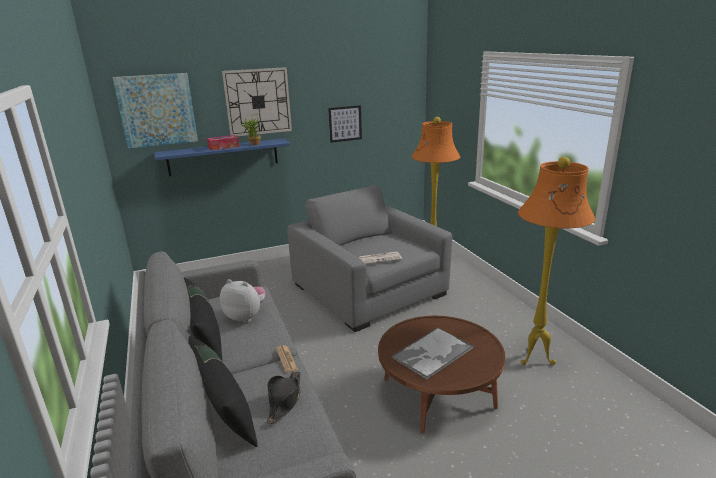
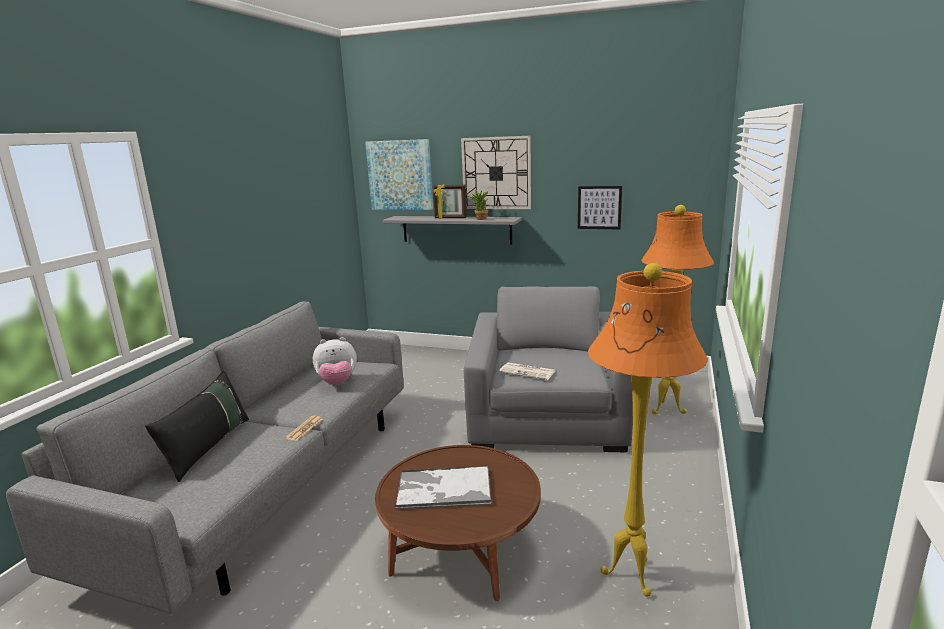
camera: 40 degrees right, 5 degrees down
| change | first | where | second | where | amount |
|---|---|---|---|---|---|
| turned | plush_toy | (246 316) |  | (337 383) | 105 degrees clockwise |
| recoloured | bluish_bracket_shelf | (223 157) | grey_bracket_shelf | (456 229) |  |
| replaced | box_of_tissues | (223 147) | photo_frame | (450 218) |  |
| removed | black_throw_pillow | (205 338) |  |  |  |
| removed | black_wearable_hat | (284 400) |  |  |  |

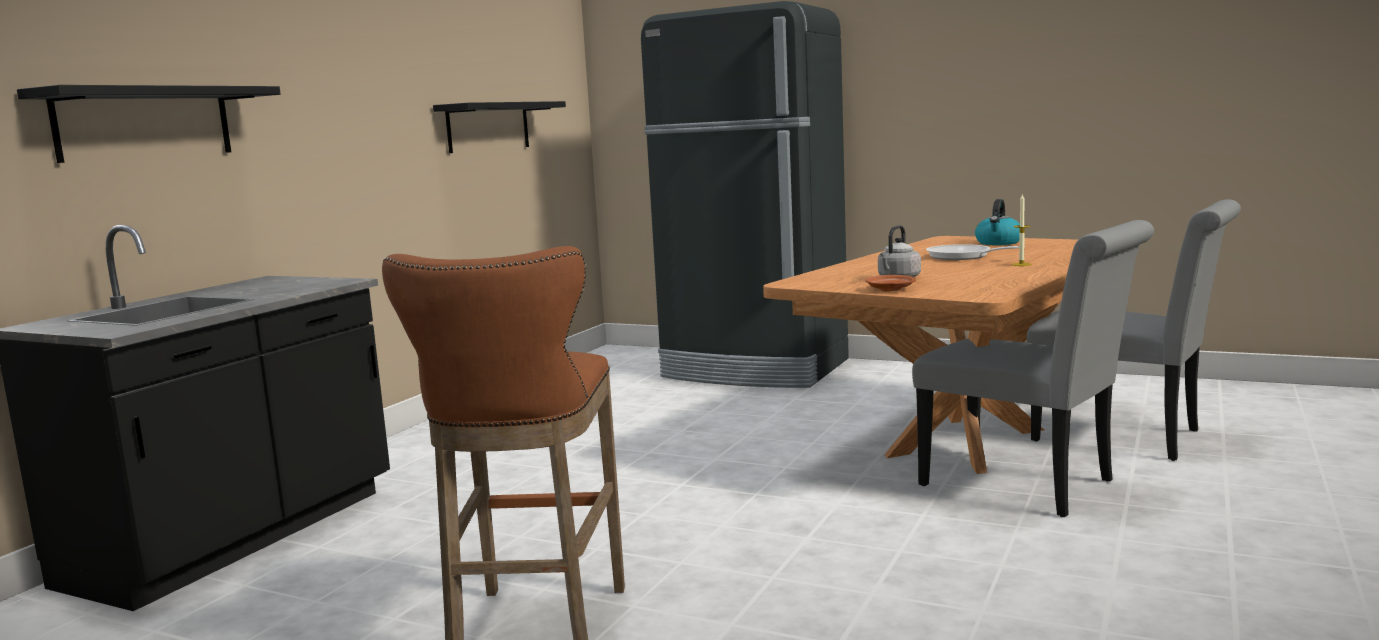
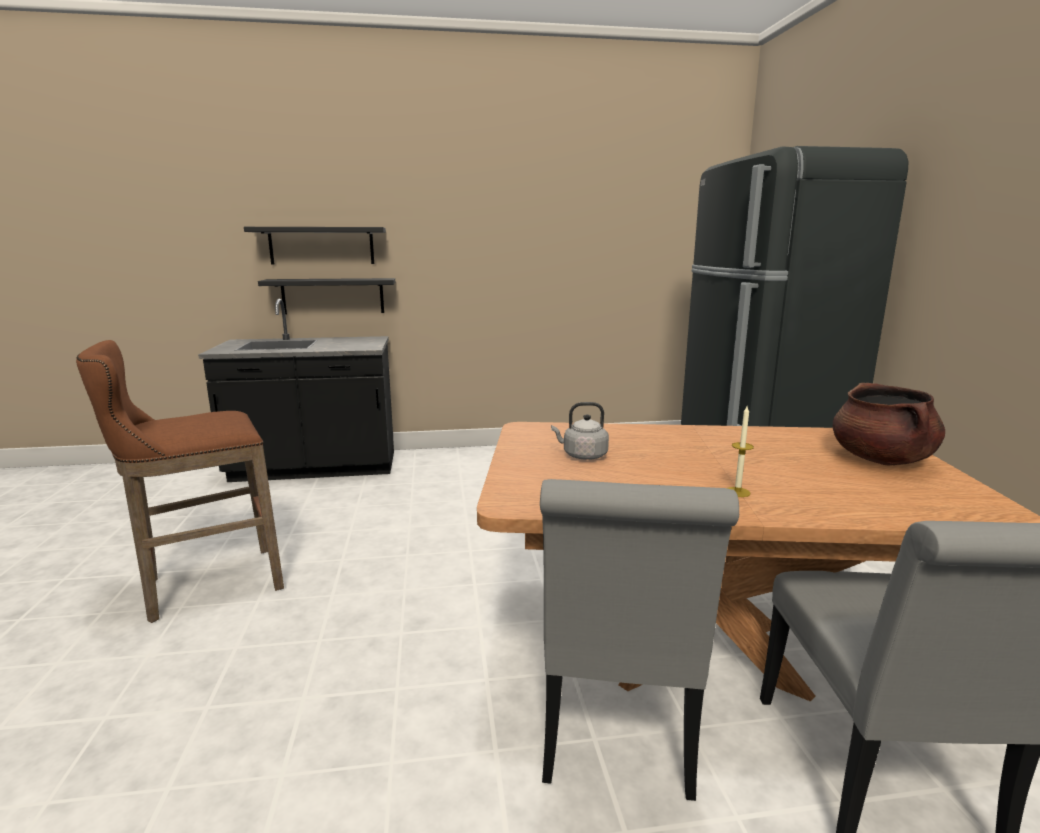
camera: 55 degrees right, 5 degrees up
| change | first | where | second | where | amount |
|---|---|---|---|---|---|
| moved | black_bracket_shelf | (488 127) |  | (333 296) |  |
| replaced | kettle | (998 243) | brown_stockpot | (881 460) |  |
| removed | brown_plate | (890 289) |  |  |  |
| removed | pan | (963 257) |  |  |  |

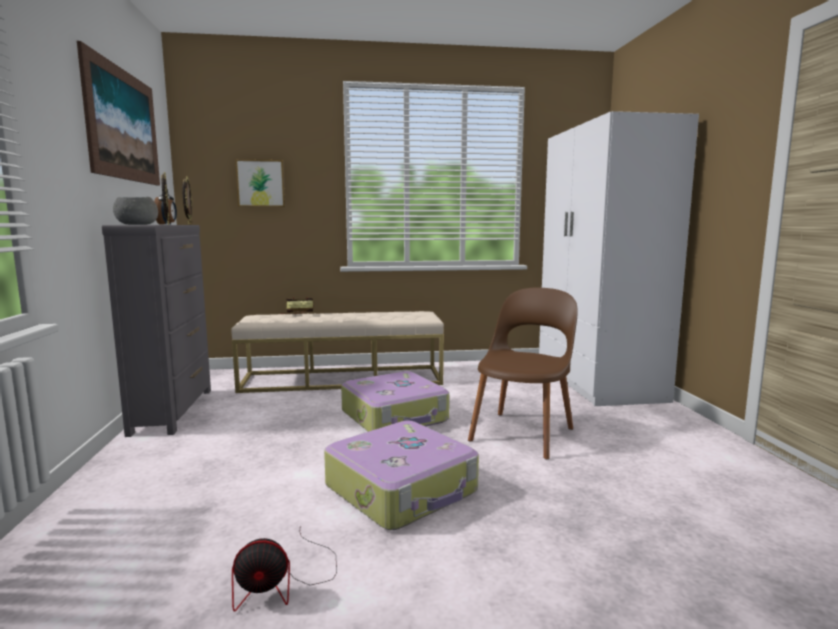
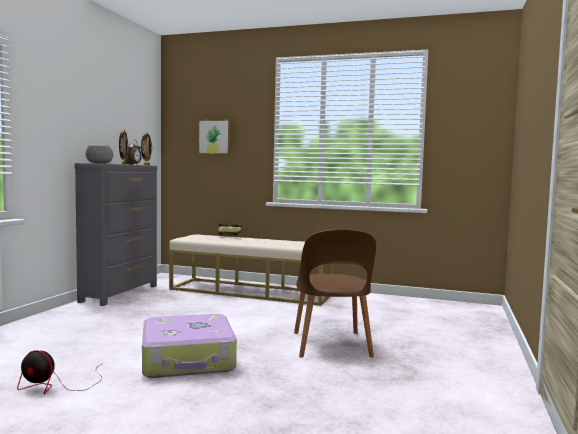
camera: 25 degrees right, 5 degrees down
| change | first | where | second | where | amount |
|---|---|---|---|---|---|
| turned | brown_upright_chair | (523 432) |  | (331 346) | 120 degrees clockwise |
| removed | wall_picture | (123 125) |  |  |  |
| removed | travel_case | (395 417) |  |  |  |
| removed | white_clothes_cupboard | (597 382) |  |  |  |

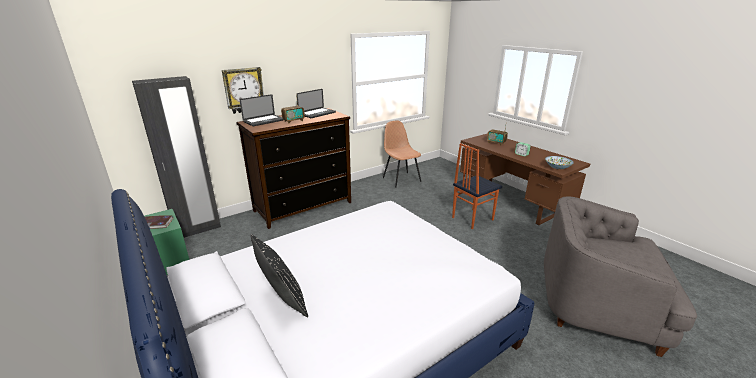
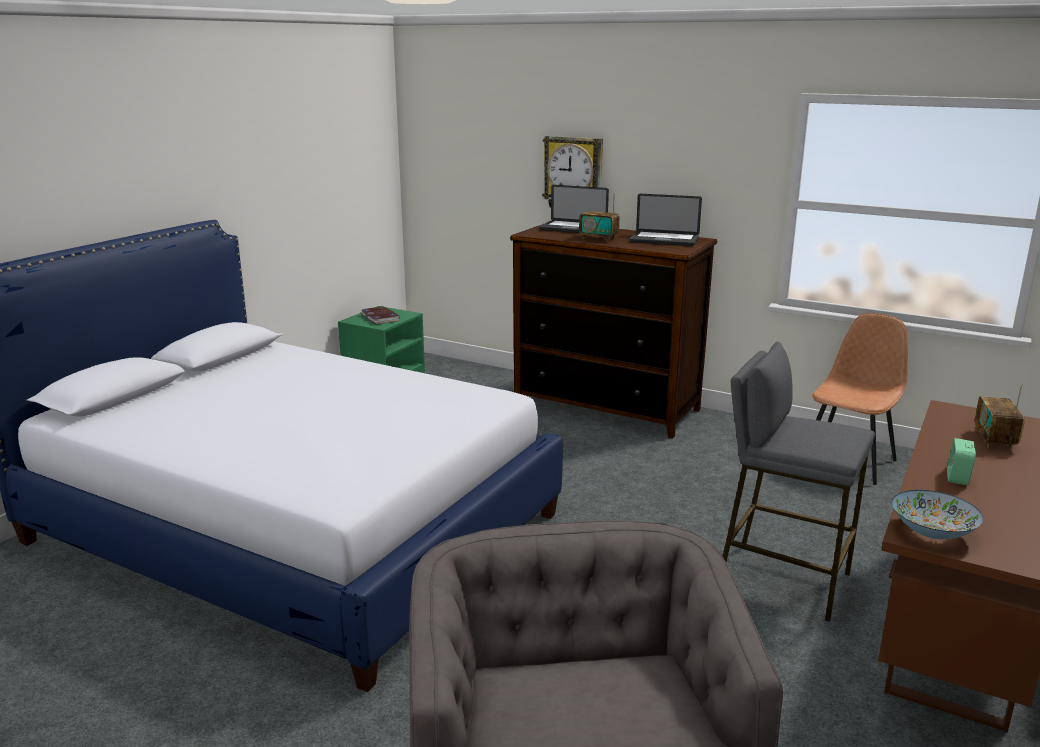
camera: 65 degrees right, 5 degrees down
| change | first | where | second | where | amount |
|---|---|---|---|---|---|
| replaced | upright_chair | (471 218) | grey_stool_seat | (782 579) |  |
| removed | black_clothes_cupboard | (197 230) |  |  |  |
| removed | black_throw_pillow | (282 300) |  |  |  |

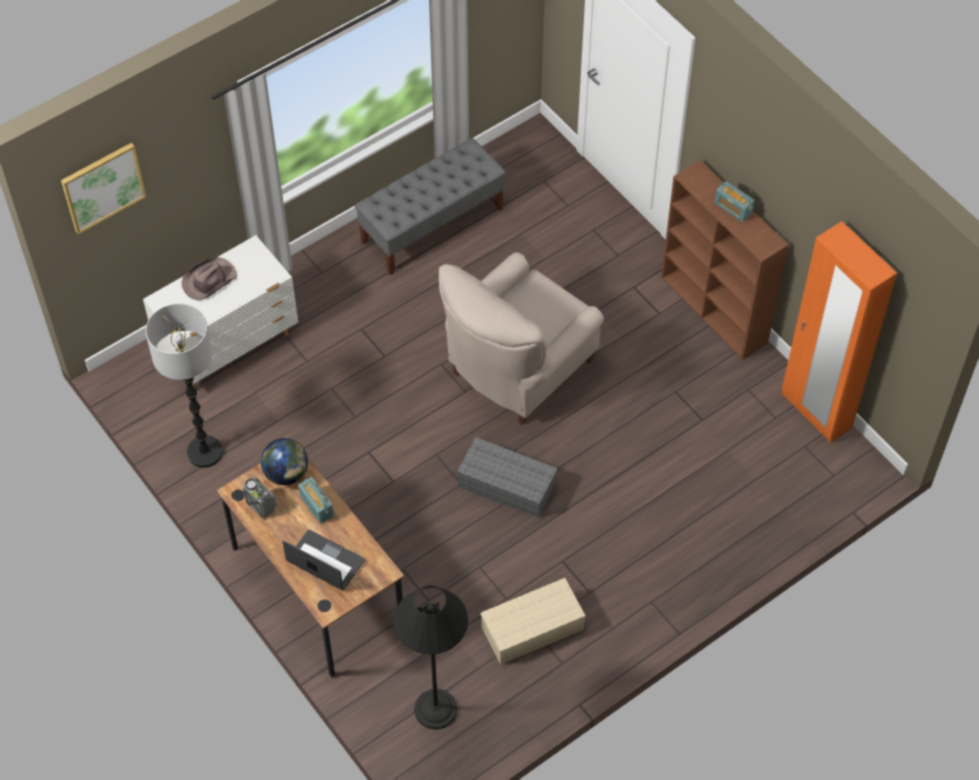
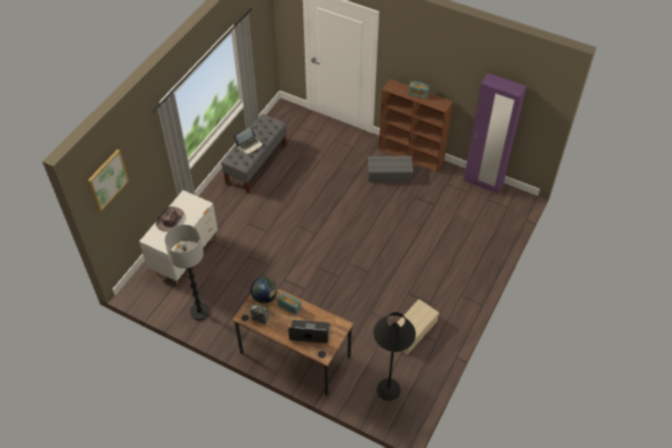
camera: 25 degrees left, 5 degrees down
| change | first | where | second | where | amount |
|---|---|---|---|---|---|
| added |  |  | portable_computer | (250 145) |  |
| moved | grey_storage_container | (505 485) |  | (389 174) |  |
| recoloured | orangey_clothes_cupboard | (815 411) | purple_clothes_cupboard | (483 182) |  |
| removed | beige_easy_chair | (517 370) |  |  |  |

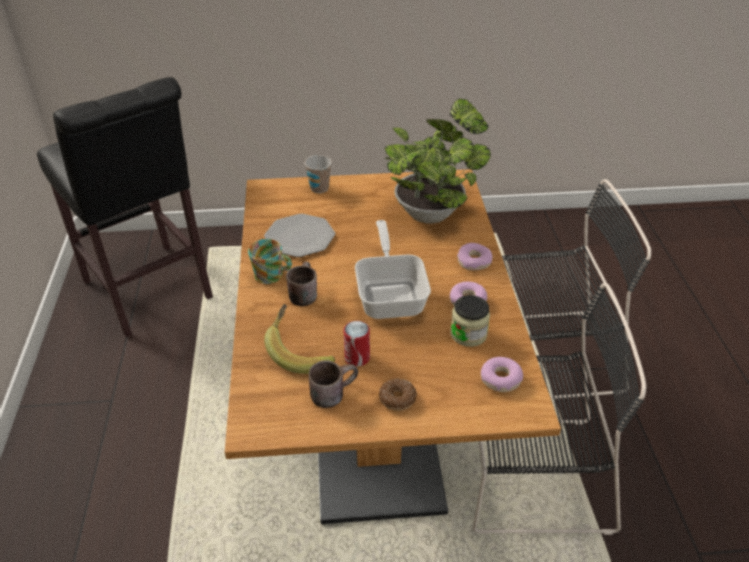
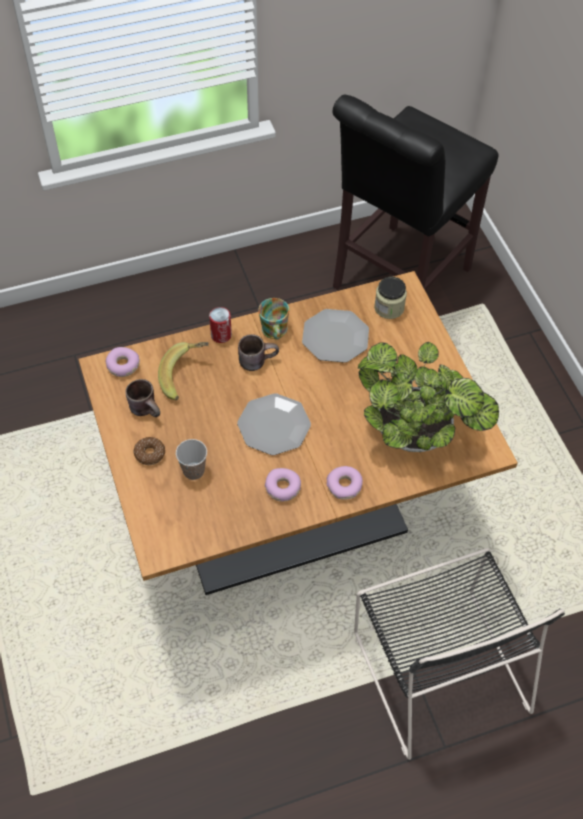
camera: 75 degrees right, 15 degrees up
| change | first | where | second | where | amount |
|---|---|---|---|---|---|
| moved | ring_doughnut | (500 379) |  | (123 366) |  |
| moved | small_cup | (319 188) |  | (193 471) |  |
| moved | sealed_can | (357 357) |  | (221 335) |  |
| replaced | pan | (391 295) | plate | (274 425) |  |
| moved | storage_jar | (468 334) |  | (389 307) |  |
| removed | black_upright_chair | (527 473) |  |  |  |

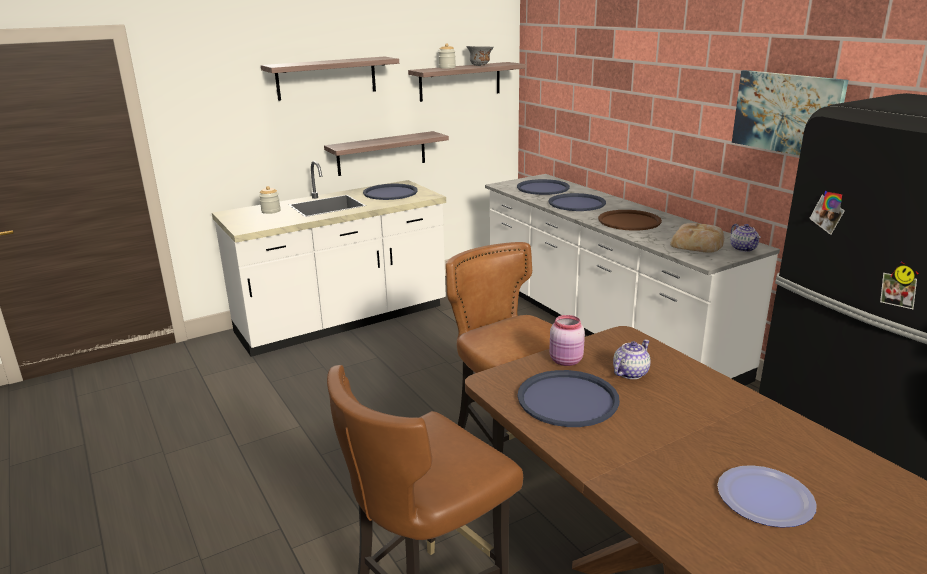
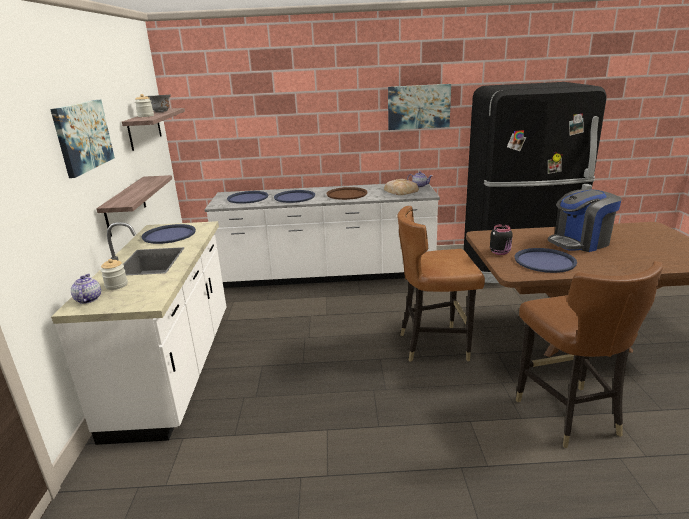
camera: 60 degrees left, 0 degrees up
| change | first | where | second | where | amount |
|---|---|---|---|---|---|
| replaced | bracket_shelf | (326 78) | wall_picture | (83 136) |  |
| moved | tea_pot | (630 373) |  | (88 299) |  |
| recoloured | pink-coloured_storage_jar | (566 361) | black_storage_jar | (500 252) |  |
| added |  |  | coffee_maker | (580 242) |  |
| removed | plate | (765 498) |  |  |  |

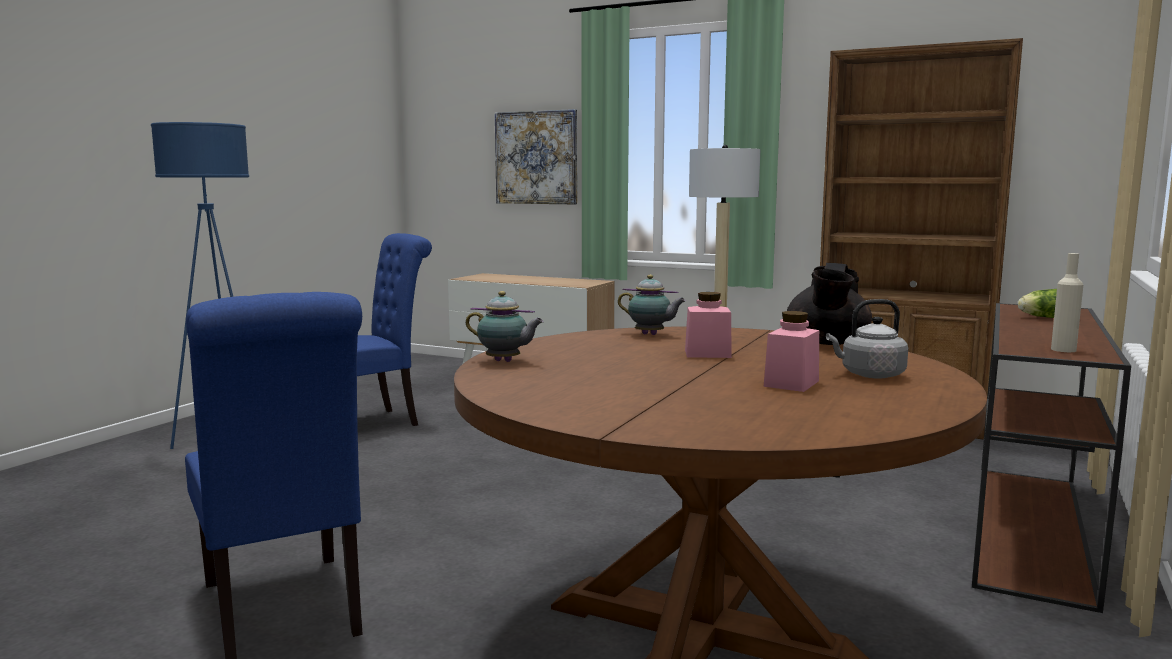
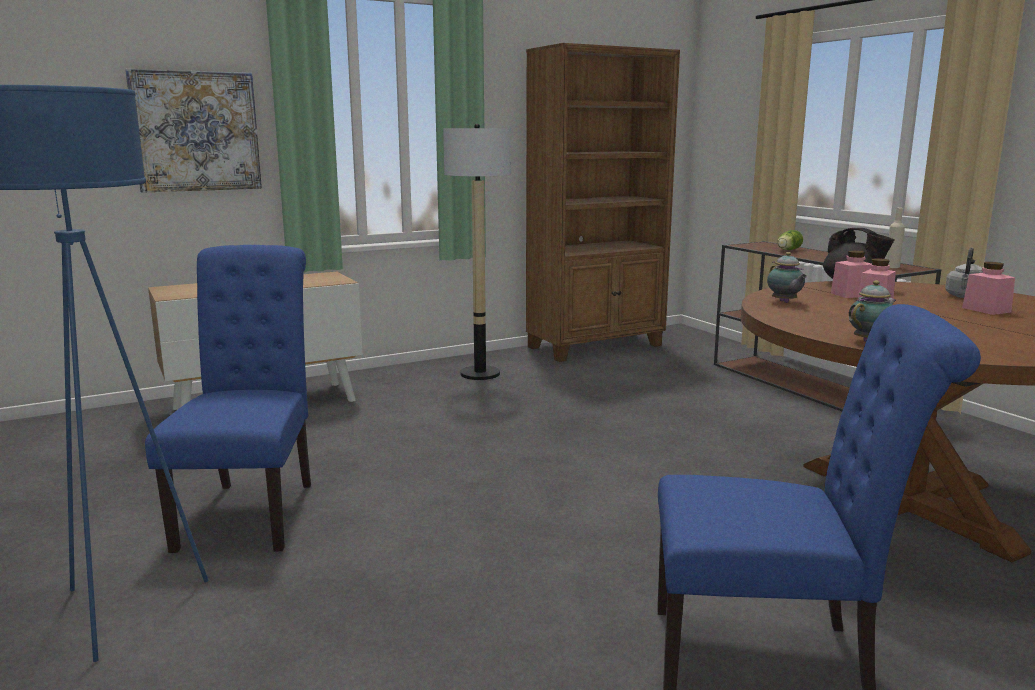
camera: 55 degrees left, 5 degrees up
| change | first | where | second | where | amount |
|---|---|---|---|---|---|
| turned | tea_pot | (651 335) |  | (784 302) | 105 degrees clockwise |
| added |  |  | pink-coloured_storage_jar | (851 294) |  |

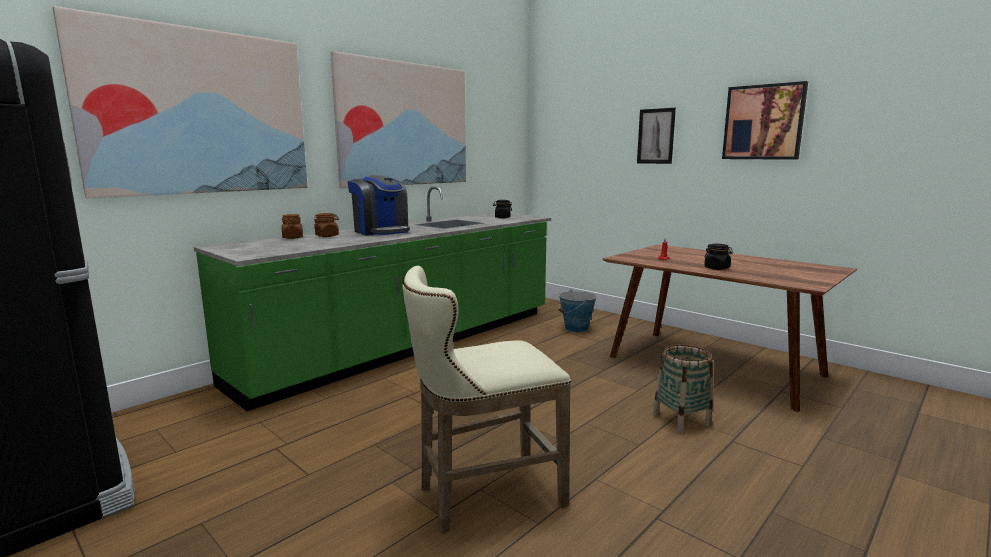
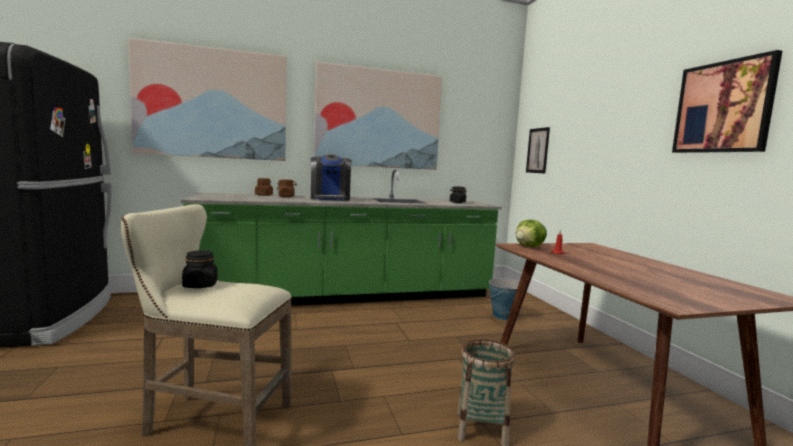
camera: 30 degrees right, 5 degrees down
| change | first | where | second | where | amount |
|---|---|---|---|---|---|
| moved | black_storage_jar | (717 268) |  | (200 285) |  |
| added |  |  | head_of_lettuce | (529 246) |  |
| moved | wall_picture | (656 136) |  | (537 150) |  |

